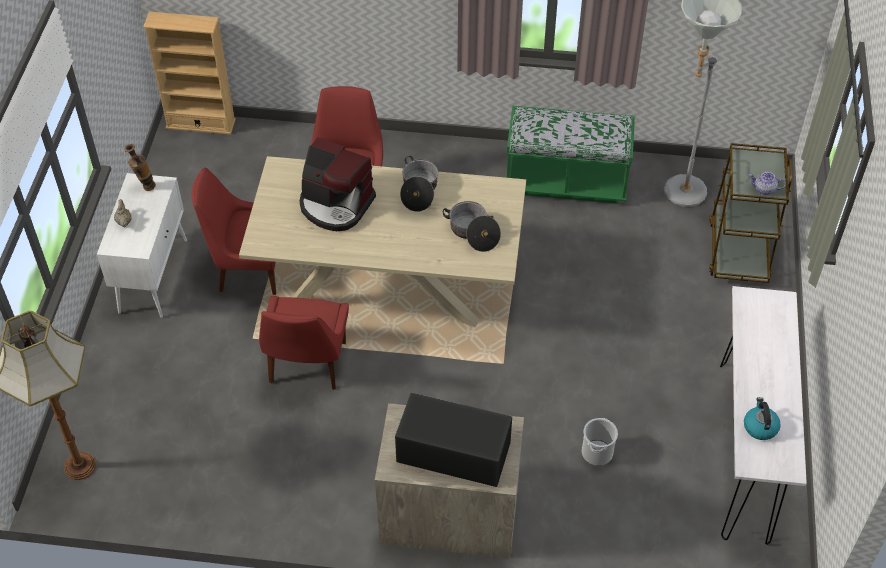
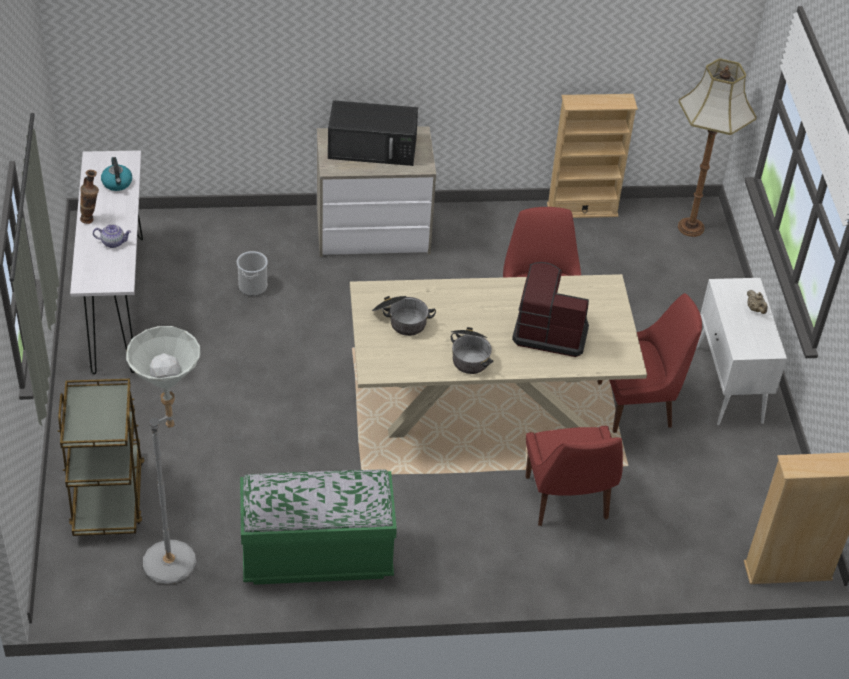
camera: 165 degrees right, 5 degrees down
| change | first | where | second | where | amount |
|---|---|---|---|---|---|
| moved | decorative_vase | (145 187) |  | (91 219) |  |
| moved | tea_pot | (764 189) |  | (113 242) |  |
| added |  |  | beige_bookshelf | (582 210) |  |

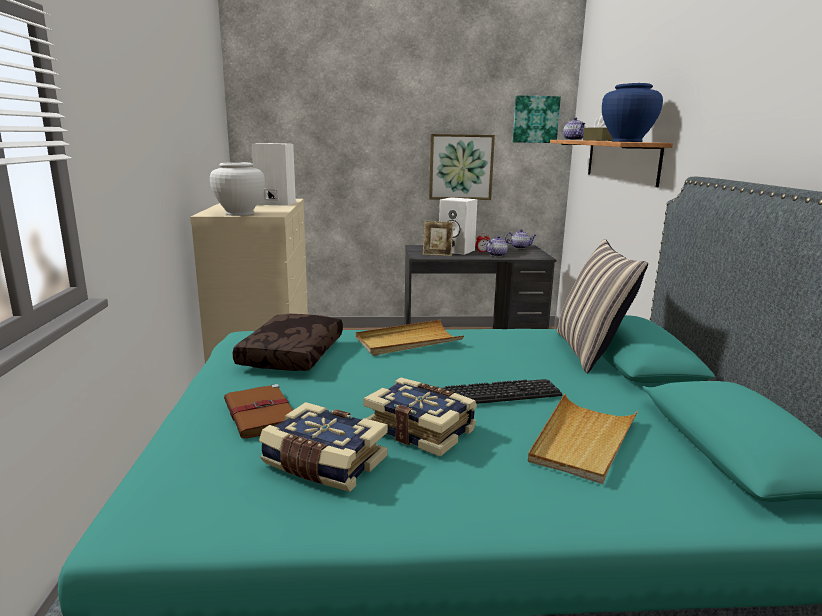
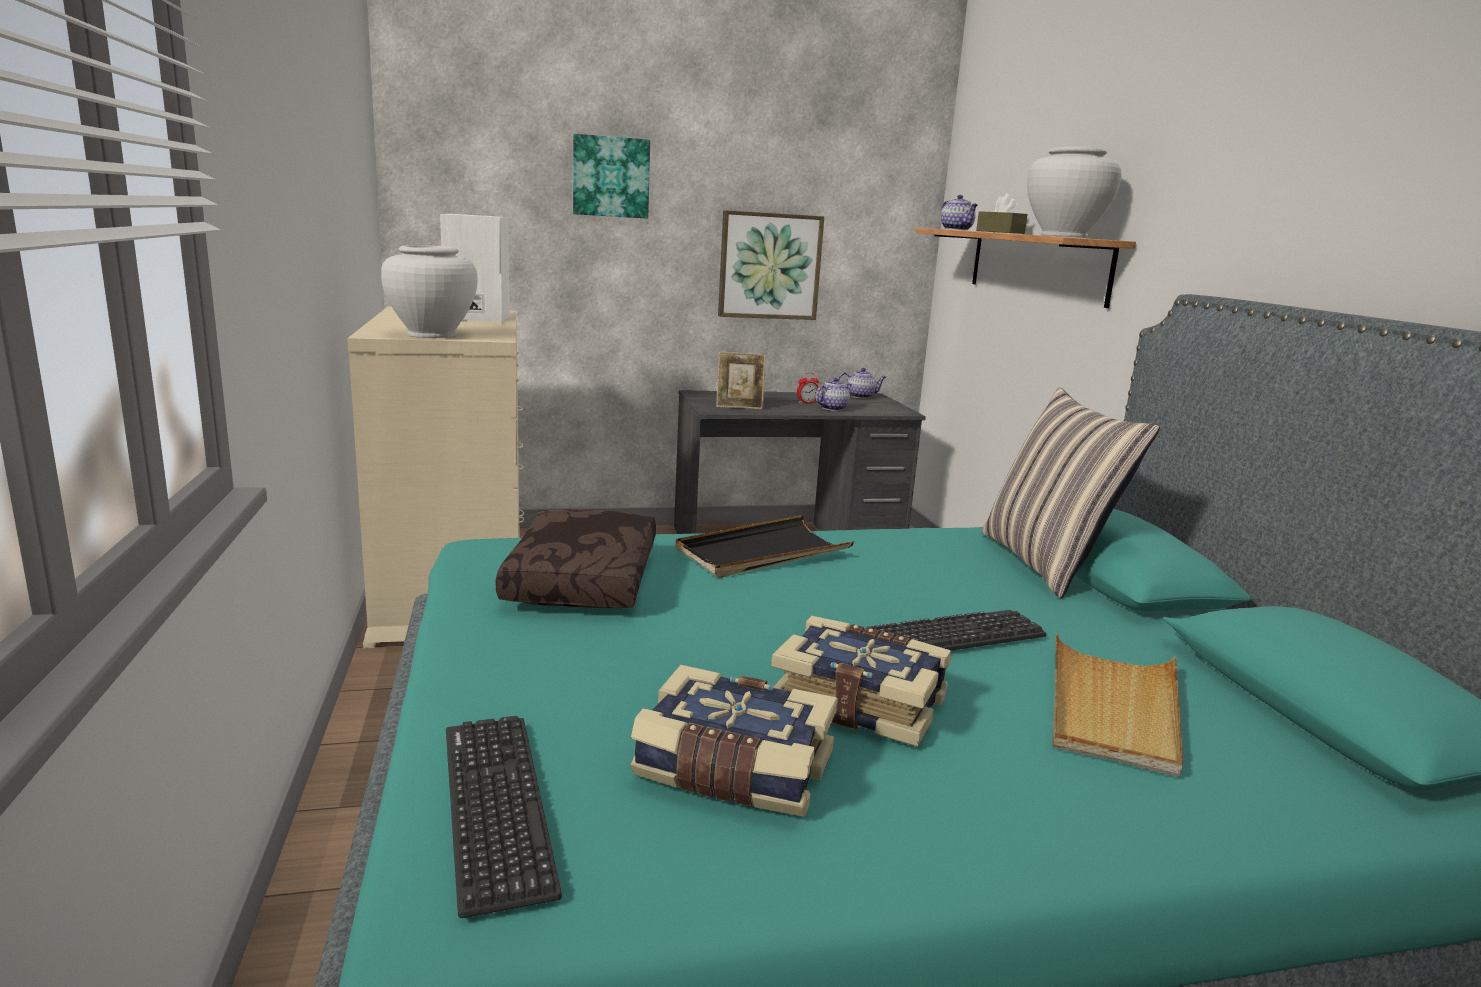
camera: 10 degrees left, 0 degrees up
| change | first | where | second | where | amount |
|---|---|---|---|---|---|
| added |  |  | PC_keyboard | (496 806) |  |
| moved | wall_picture | (535 119) |  | (611 177) |  |
| recoloured | beige_tray | (408 341) | black_tray | (762 553) |  |
| recoloured | bluish_decorative_vase | (626 141) | white_decorative_vase | (1064 236) |  |
| removed | brown_book | (261 415) |  |  |  |
| removed | white_loudspeaker | (457 250) |  |  |  |

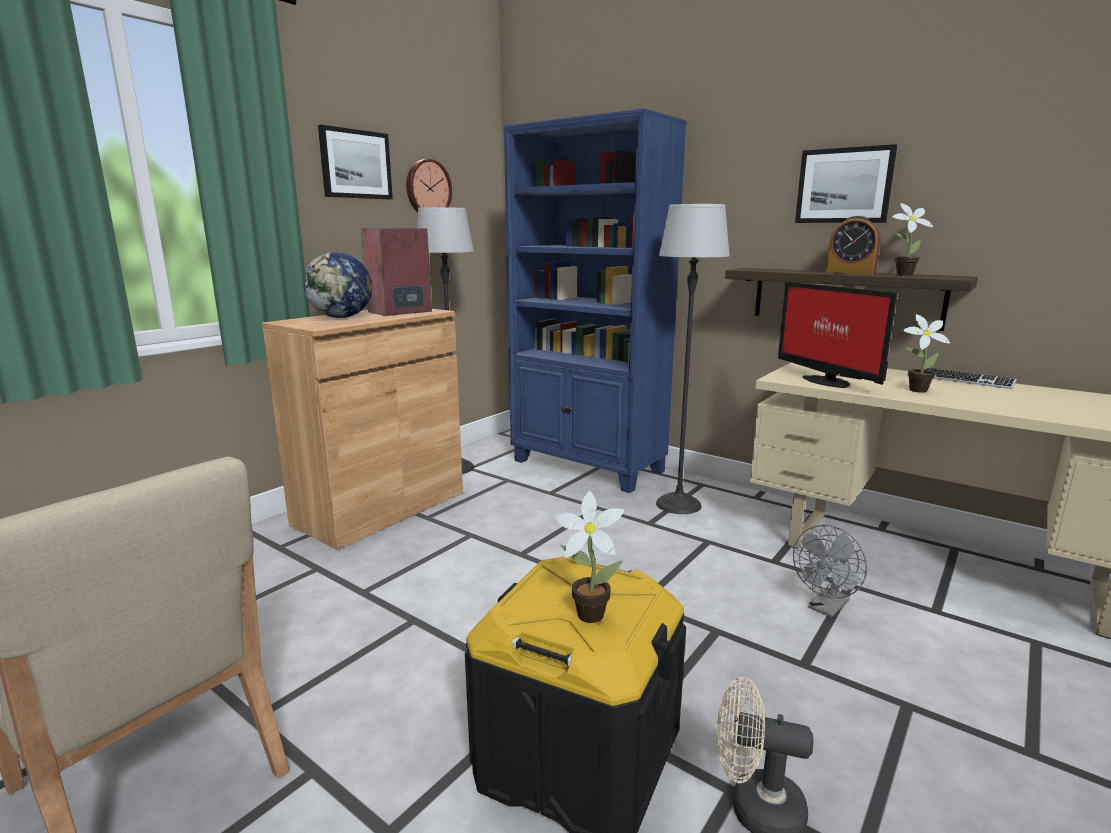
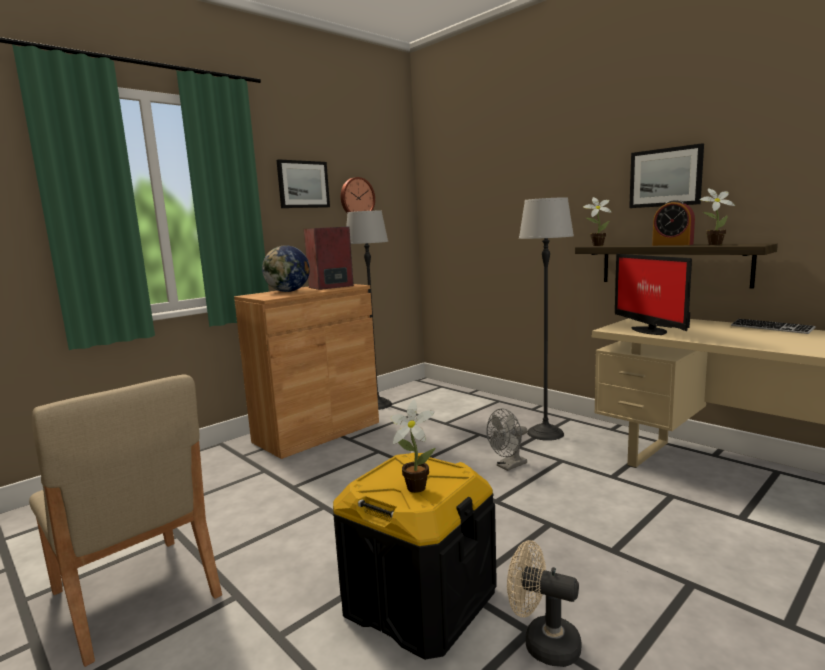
camera: 10 degrees right, 5 degrees down
| change | first | where | second | where | amount |
|---|---|---|---|---|---|
| moved | grey_fan | (826 608) |  | (508 466) |  |
| moved | plant_in_a_pot | (914 390) |  | (596 245) |  |
| removed | bluish_bookshelf | (588 466) |  |  |  |

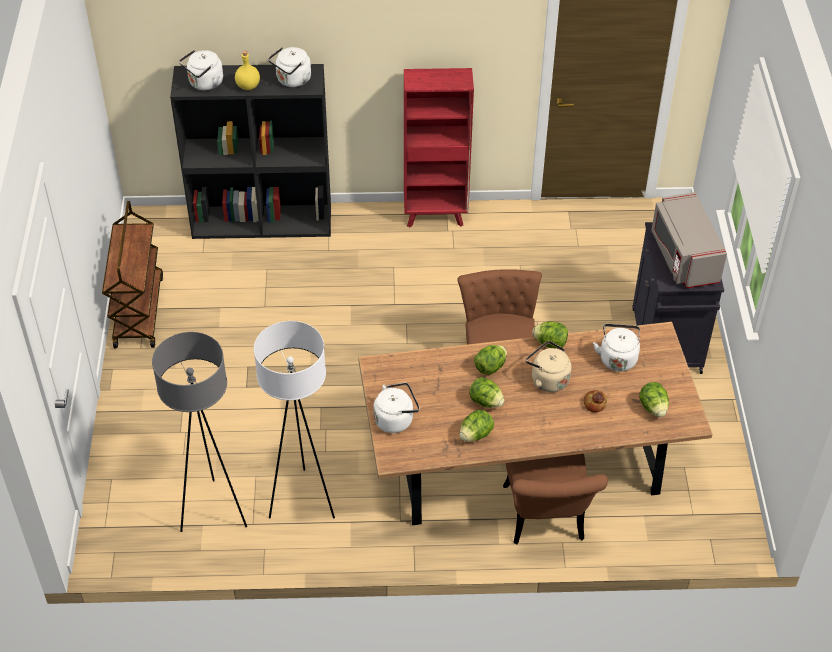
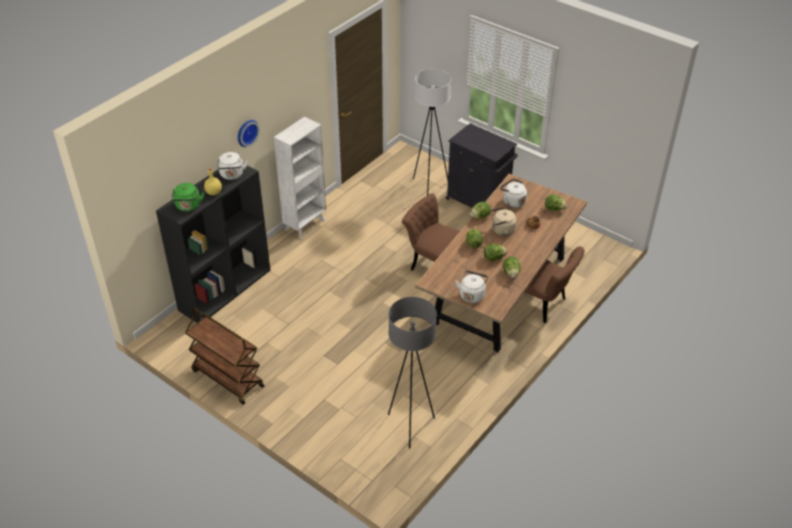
camera: 50 degrees left, 5 degrees down
| change | first | where | second | where | amount |
|---|---|---|---|---|---|
| recoloured | white_kettle | (204 84) | green-coloured_kettle | (188 207) |  |
| added |  |  | wall_clock | (246 132) |  |
| recoloured | reddish_bookshelf | (436 215) | white_bookshelf | (305 224) |  |
| moved | white_standard_lamp | (303 500) |  | (429 186) |  |
| removed | grey_microwave_oven | (683 257) |  |  |  |

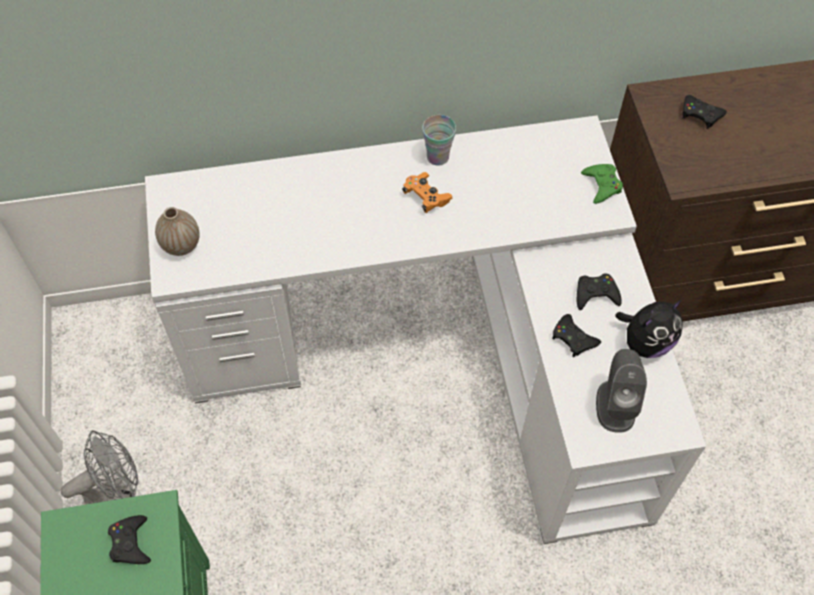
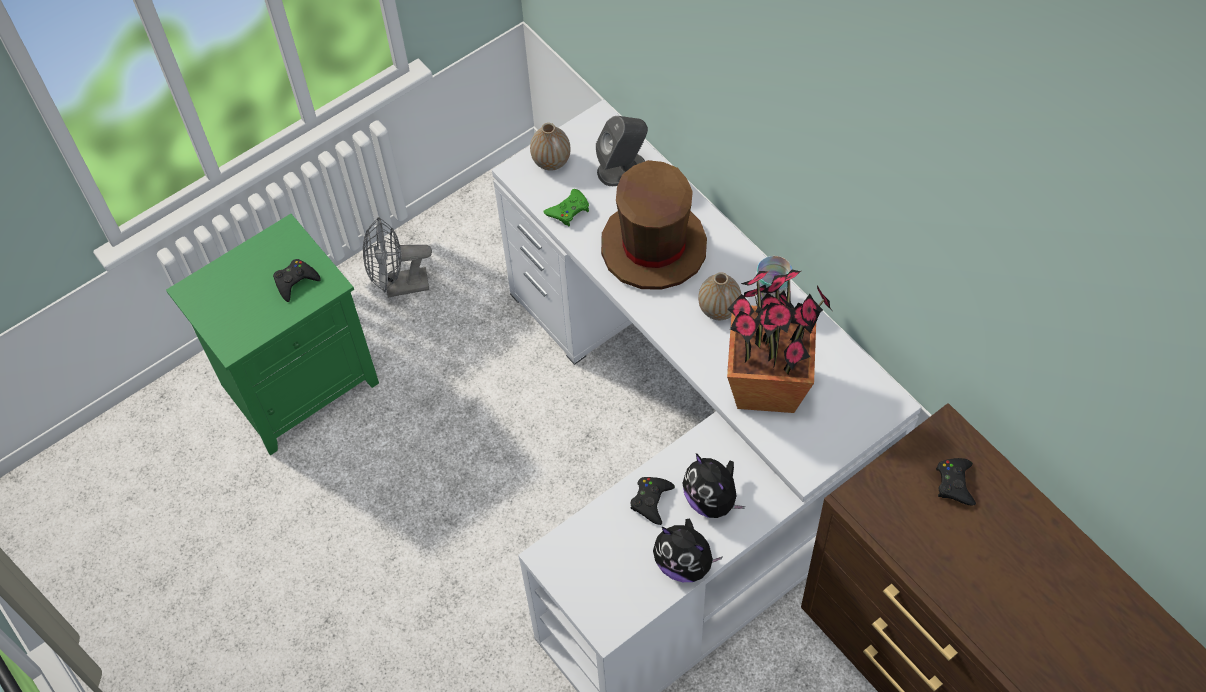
camera: 65 degrees right, 0 degrees up
| change | first | where | second | where | amount |
|---|---|---|---|---|---|
| turned | grey_fan | (117 493) |  | (399 286) | 135 degrees clockwise |
| moved | green-coloured_joypad | (602 185) |  | (568 210) |  |
| moved | grey_loudspeaker | (615 405) |  | (623 169) |  |
| added |  |  | brown_wearable_hat | (653 247) |  |
| replaced | black_joypad | (596 294) | plush_toy | (712 500) |  |
| replaced | orangey_joypad | (426 197) | decorative_vase | (719 309) |  |
| added |  |  | plant_in_a_pot | (768 386) |  |

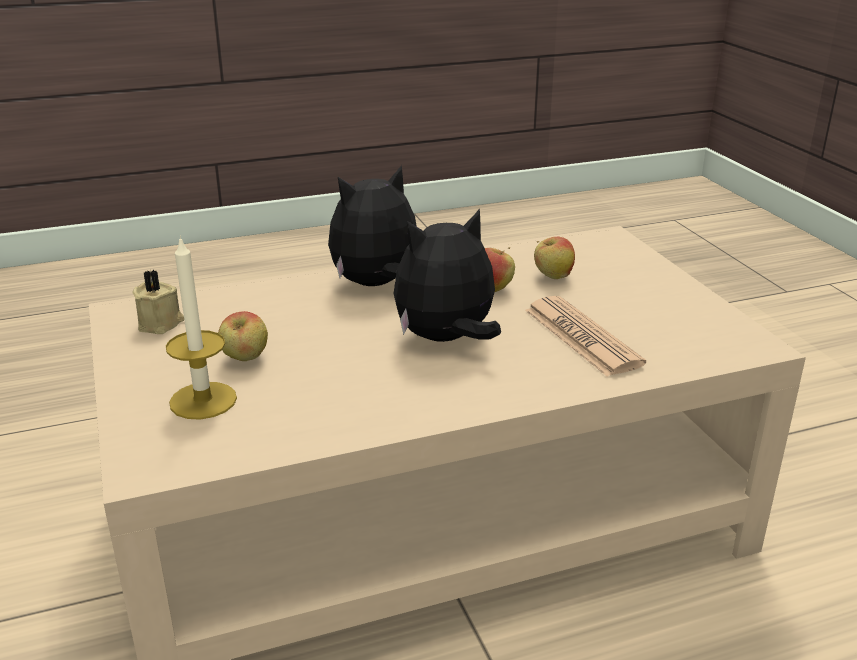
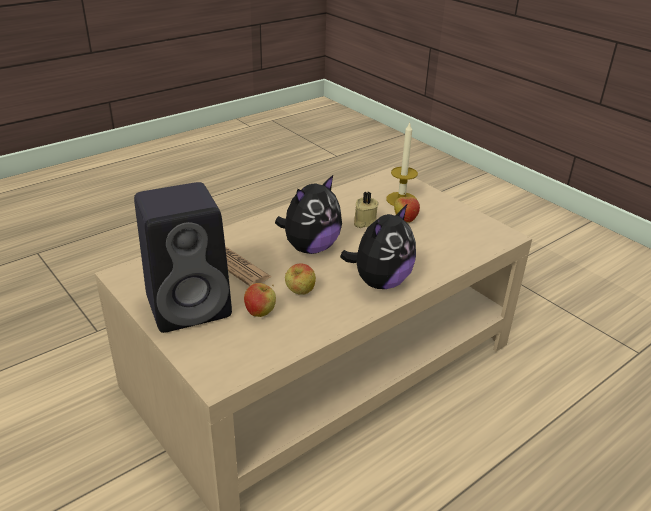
camera: 160 degrees right, 5 degrees up
| change | first | where | second | where | amount |
|---|---|---|---|---|---|
| added |  |  | black_loudspeaker | (191 305) |  |
| moved | beige_wax_candle | (161 324) |  | (364 222) |  |

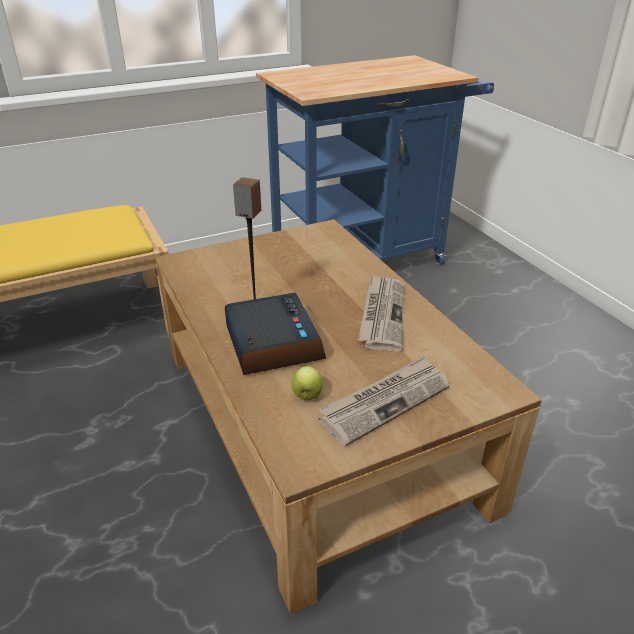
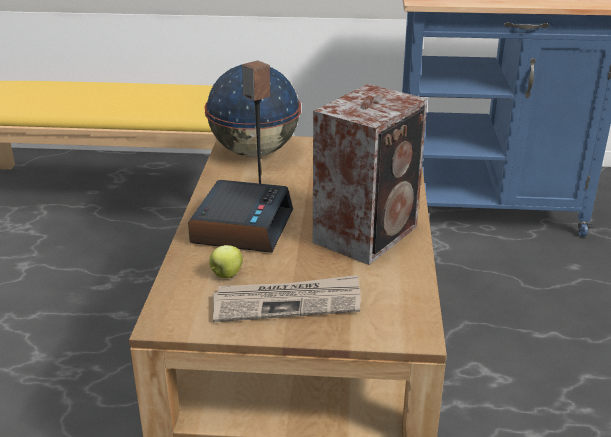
camera: 30 degrees right, 5 degrees down
| change | first | where | second | where | amount |
|---|---|---|---|---|---|
| added |  |  | world_globe | (255 152) |  |
| replaced | newspaper | (382 314) | loudspeaker | (368 233) |  |

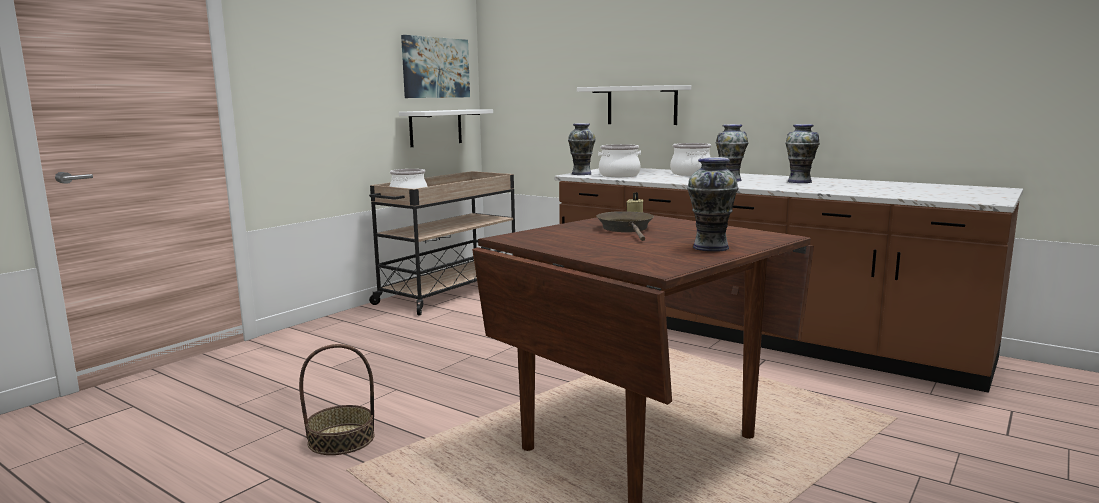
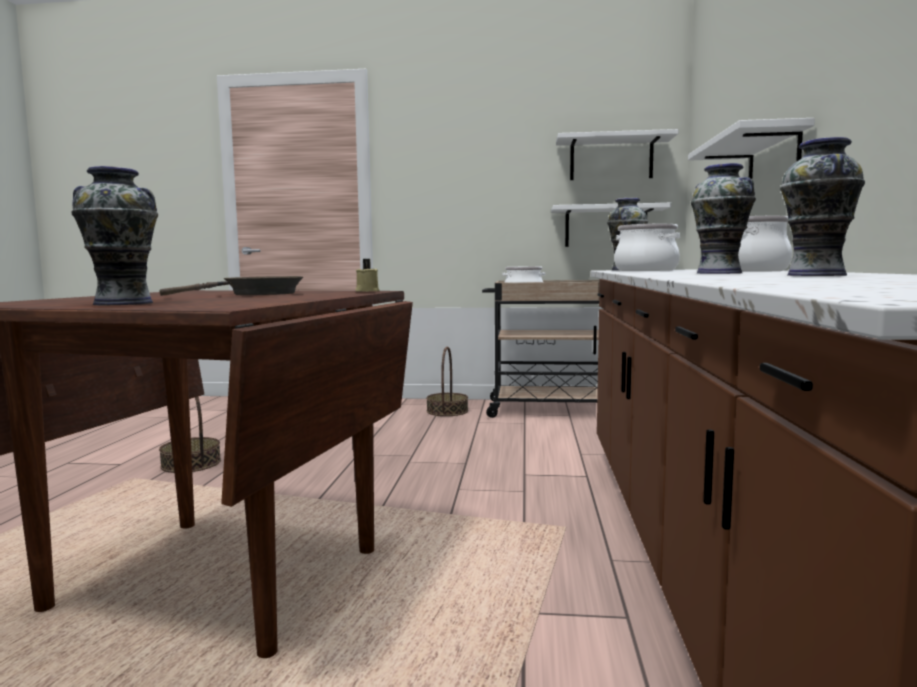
camera: 60 degrees right, 5 degrees down
| change | first | where | second | where | amount |
|---|---|---|---|---|---|
| added |  |  | basket | (447 411) |  |
| replaced | wall_picture | (435 67) | white_bracket_shelf | (611 159) |  |

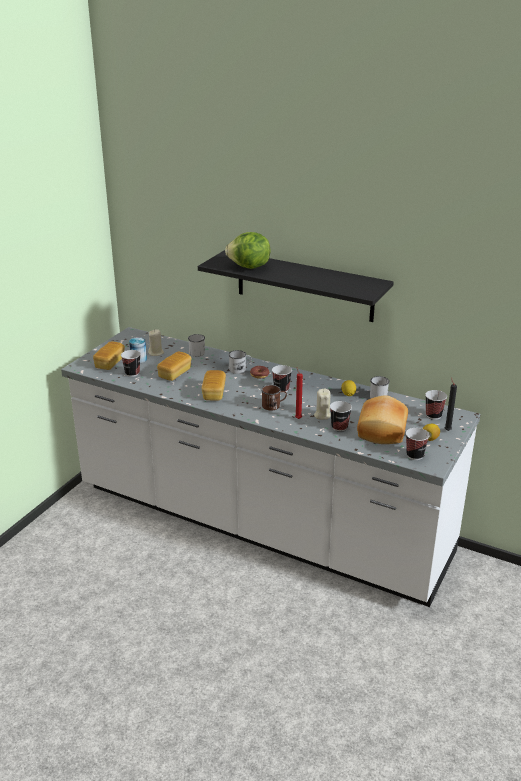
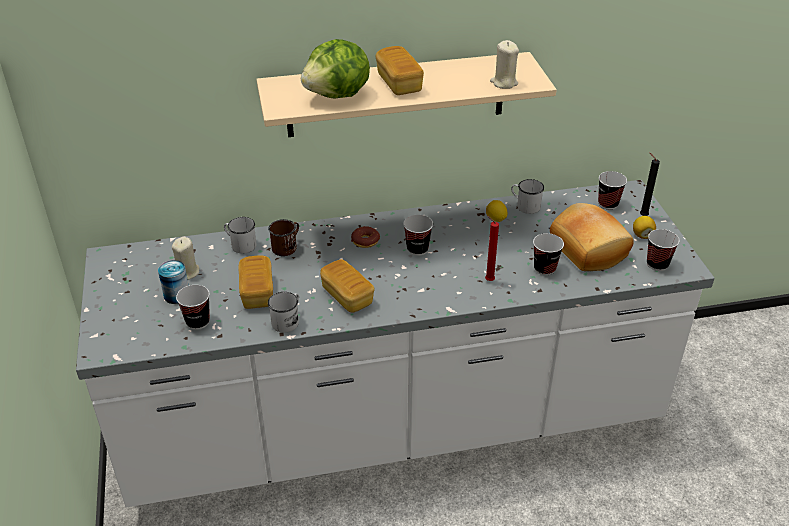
camera: 40 degrees left, 10 degrees up
| change | first | where | second | where | amount |
|---|---|---|---|---|---|
| recoloured | black_bracket_shelf | (304 286) | beige_bracket_shelf | (396 95) |  |
| moved | brown_tea_mug | (274 405) |  | (287 246) |  |
| moved | white_tea_mug | (240 369) |  | (288 320) |  |
| moved | baked_bread | (110 363) |  | (399 83) |  |
| moved | beige_wax_candle | (322 415) |  | (504 83) |  |

